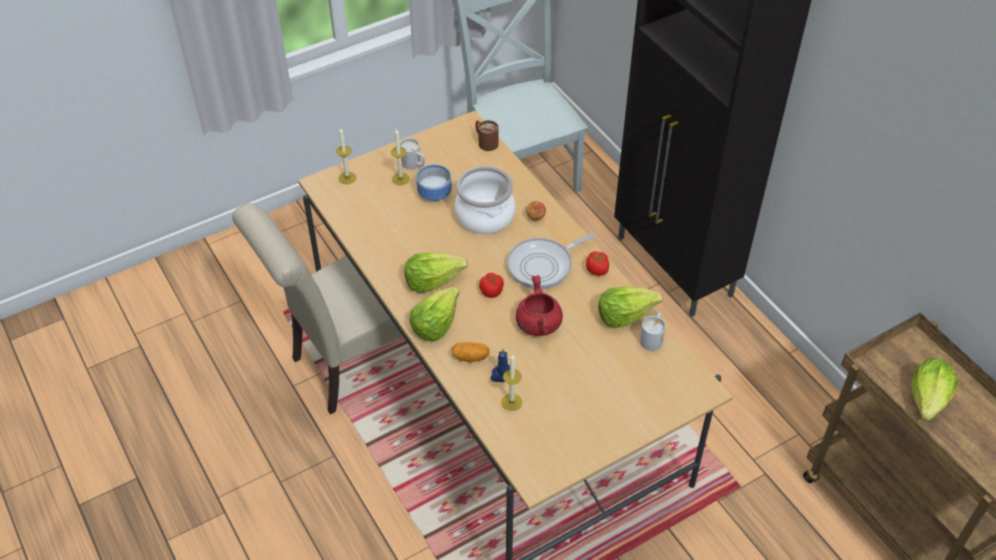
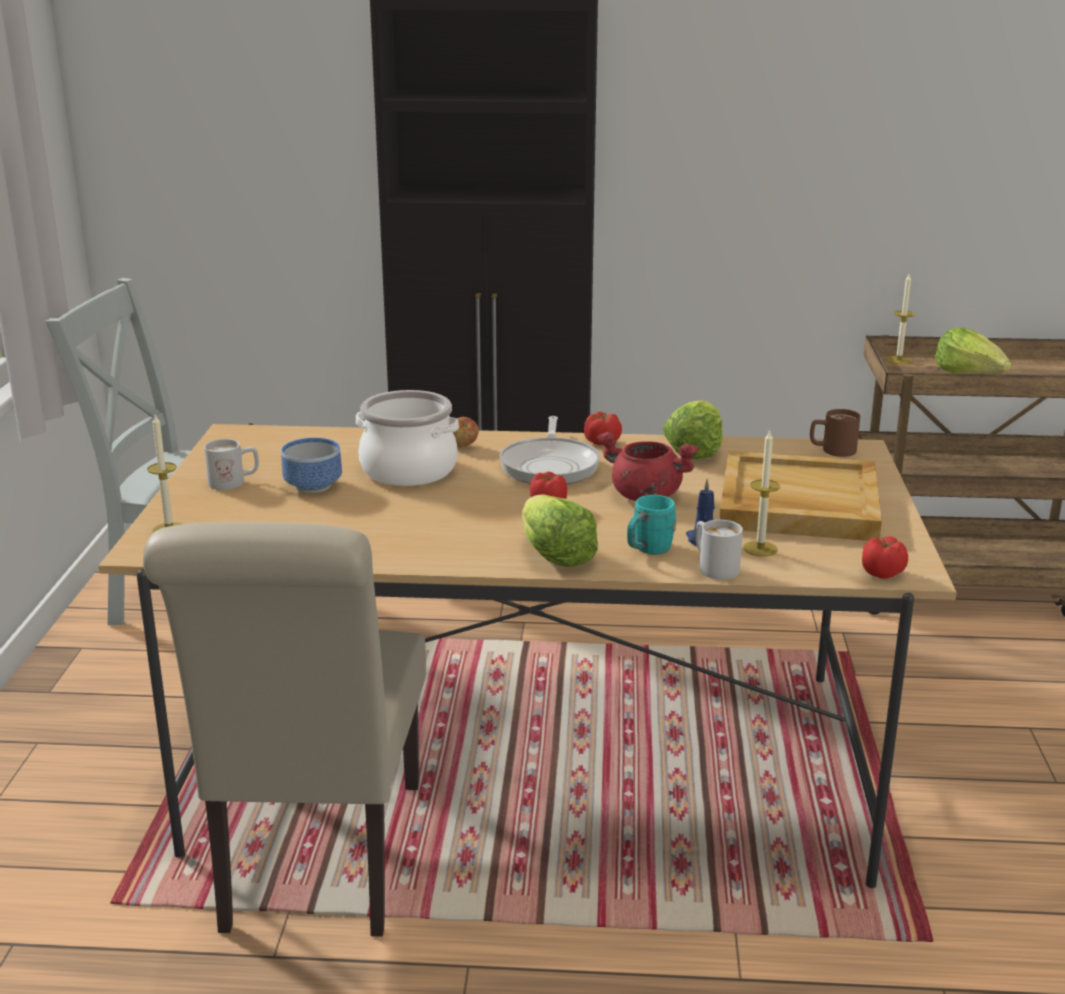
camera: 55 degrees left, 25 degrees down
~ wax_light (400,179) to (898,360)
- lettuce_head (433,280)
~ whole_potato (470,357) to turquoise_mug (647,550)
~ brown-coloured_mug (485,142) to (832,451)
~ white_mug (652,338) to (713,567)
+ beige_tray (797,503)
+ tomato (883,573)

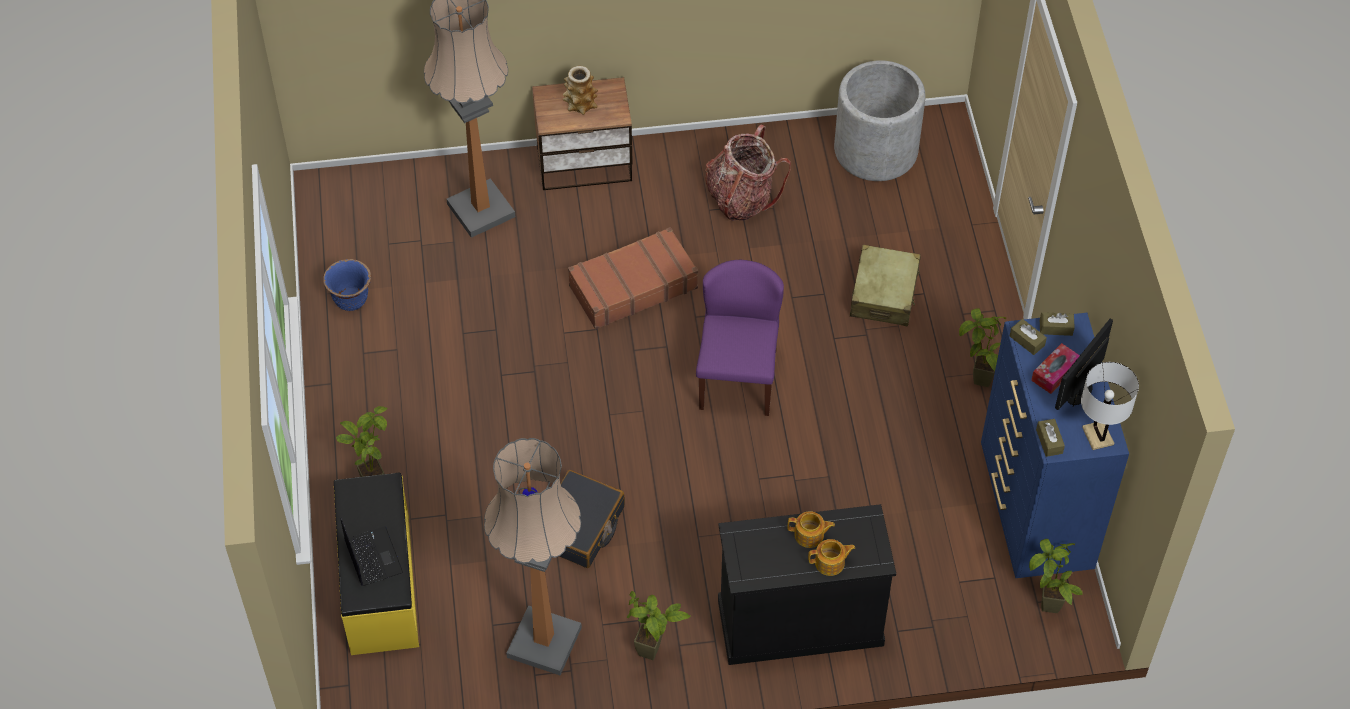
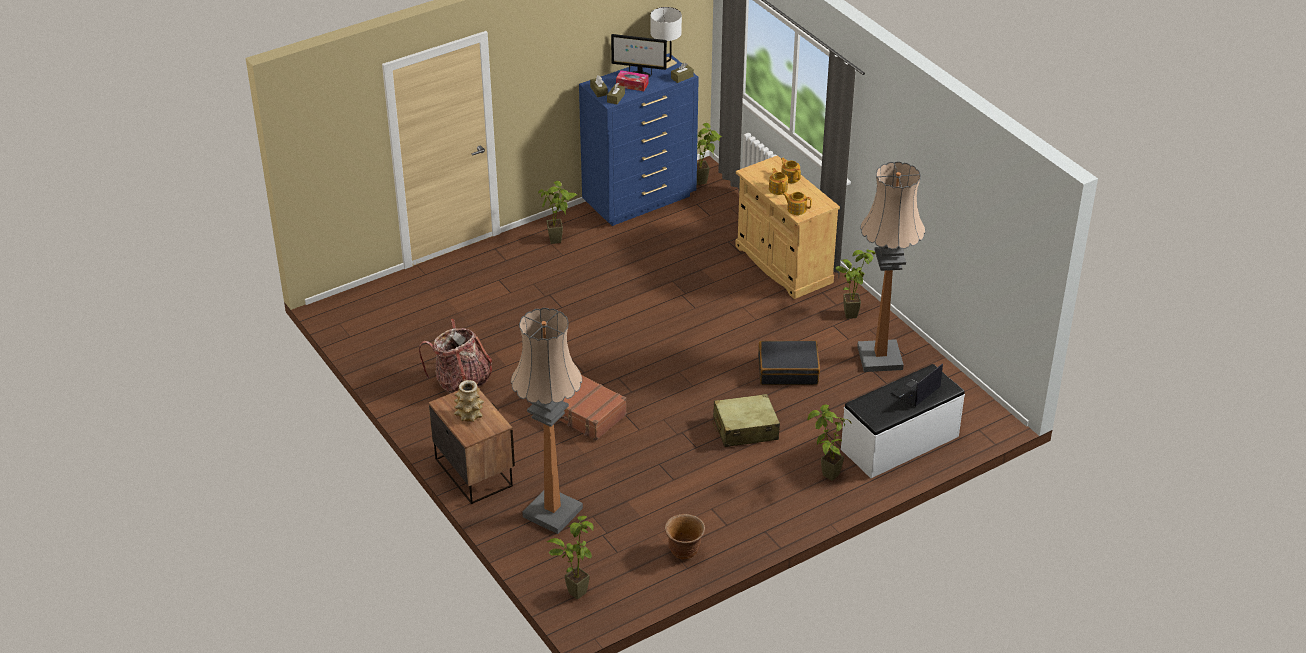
camera: 115 degrees left, 15 degrees down
~ blue_plant_pot (351,300) to brown-coloured_plant_pot (684,551)
~ yellow_long_seat (379,584) to white_long_seat (900,443)
- purple-coloured_upright_chair (737,378)
~ black_cupboard (800,622) to beige_cupboard (783,264)
- gray_plant_pot (876,150)
~ beige_piece_of_luggage (884,294) to (745,429)
+ potted_plant (574,588)
+ pot_for_tea (796,209)

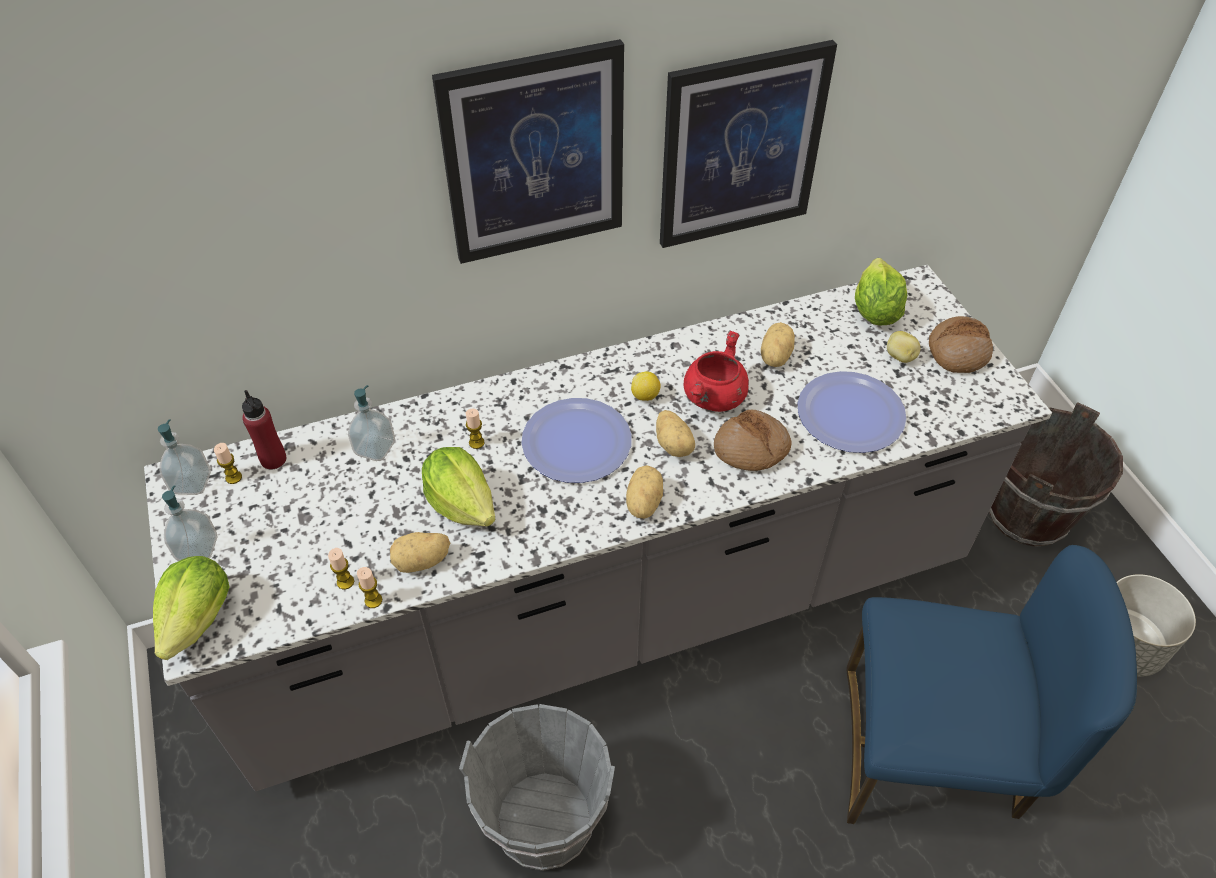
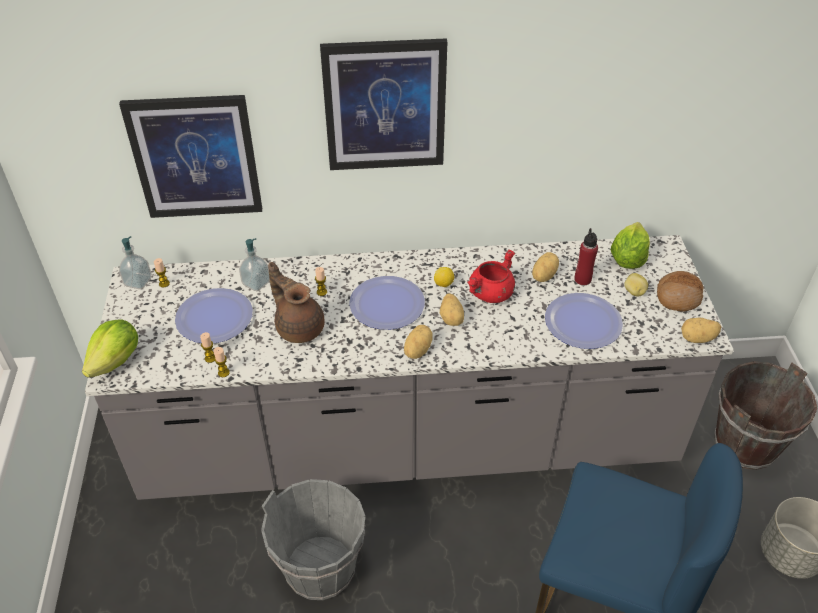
camera: 15 degrees right, 5 degrees down
- soap_bottle (197,548)
~ reddish_bottle (273,459) to (582,279)
~ whole_potato (422,562) to (697,339)
~ lettuce_head (461,503) to brown-coloured_pot_for_tea (299,327)
~ wall_art (741,147) to (195,157)
- bread (751,448)
+ flat_dish (214,317)

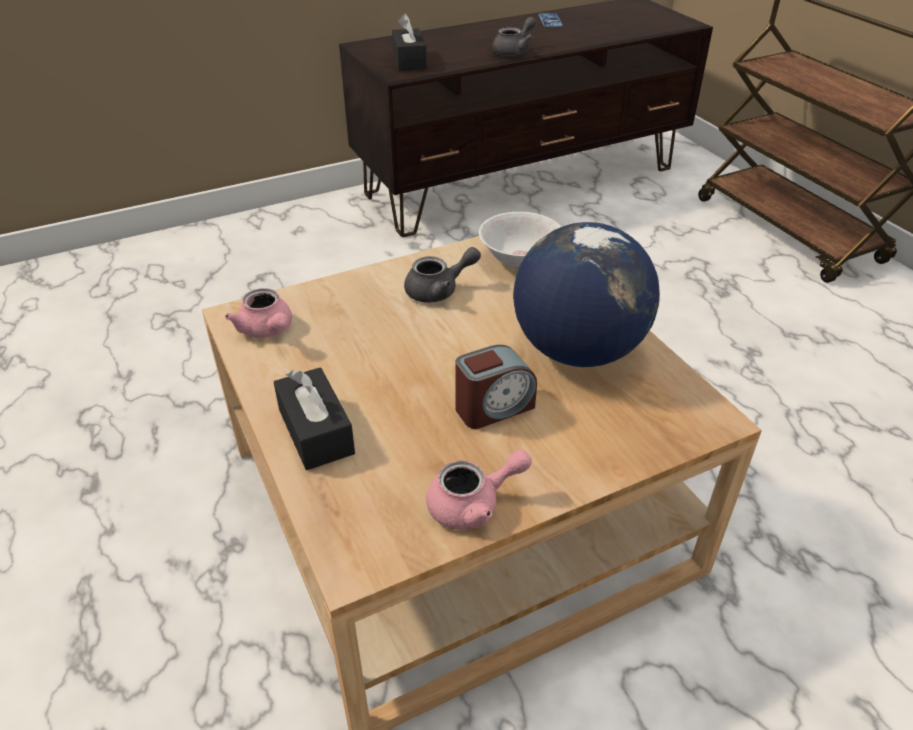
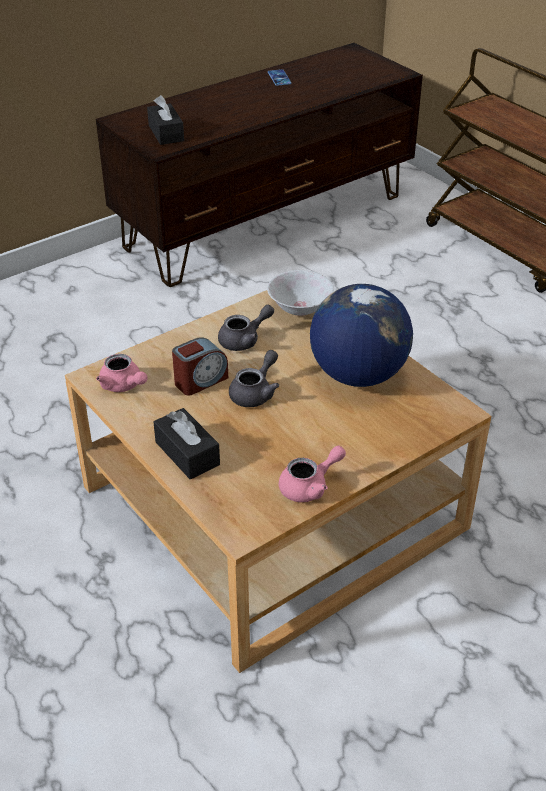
camera: 10 degrees left, 0 degrees up
~ alarm_clock (493,407) to (200,381)
~ gray_pot_for_tea (514,51) to (255,393)

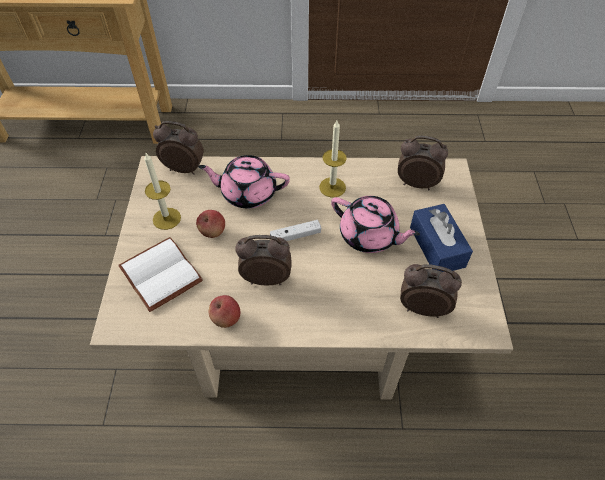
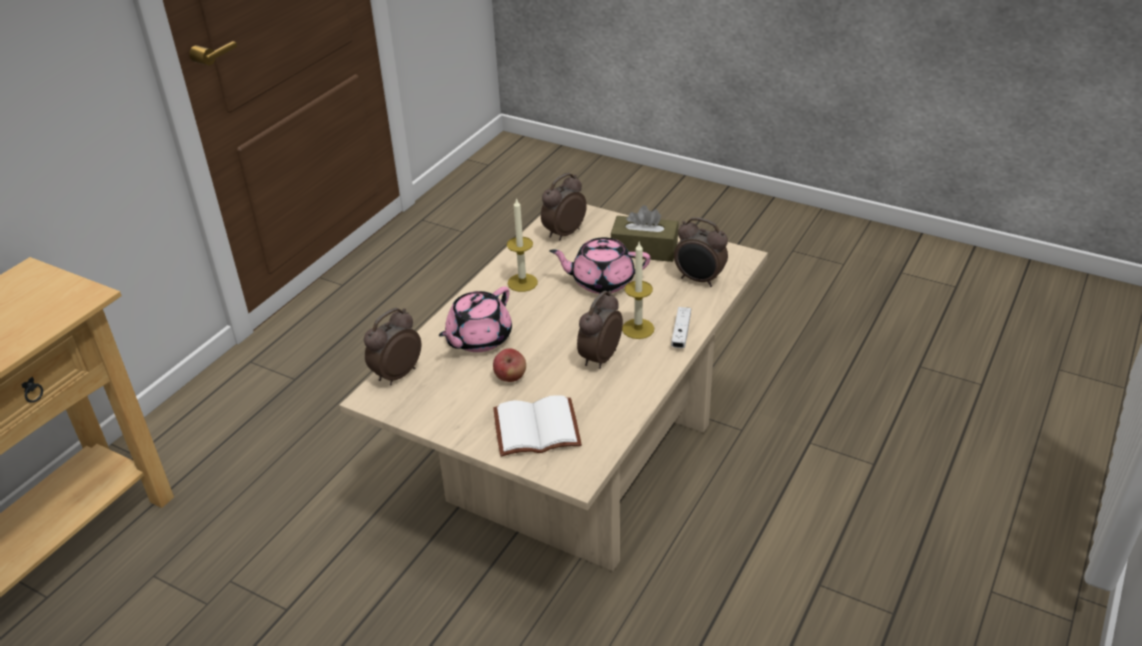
camera: 60 degrees left, 15 degrees down
~ wax_light (166,218) to (638,329)
- whole_apple (226,319)
~ white_gamepad (295,236) to (681,333)
~ pink-coloured_pot_for_tea (369,236) = (601,281) 150 degrees counterclockwise
~ alarm_clock (422,307) = (699,280) 105 degrees counterclockwise
~ blue_box_of_tissues (437,247) to brown-coloured_box_of_tissues (644,250)

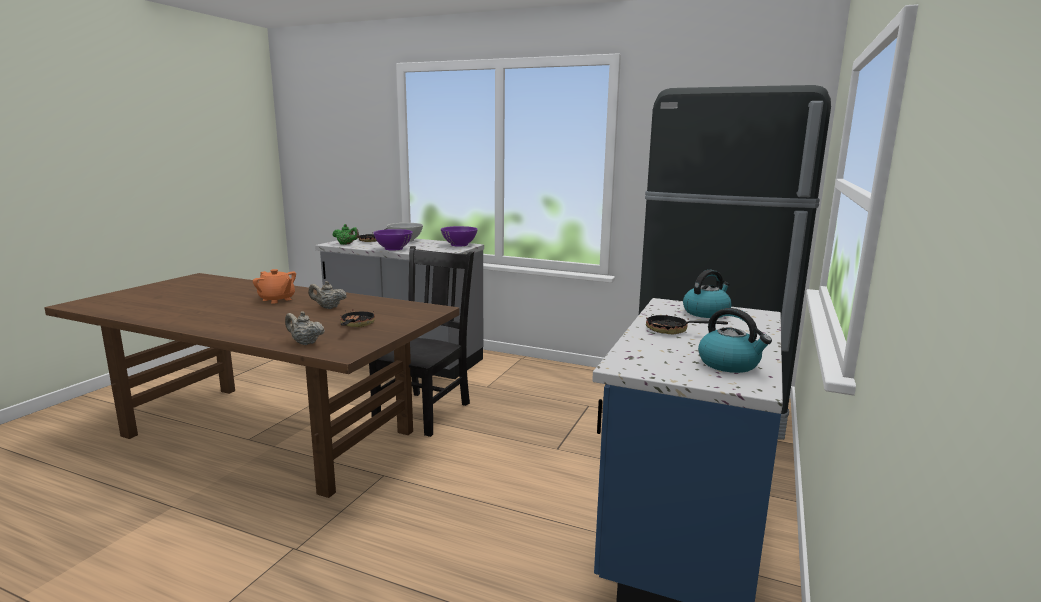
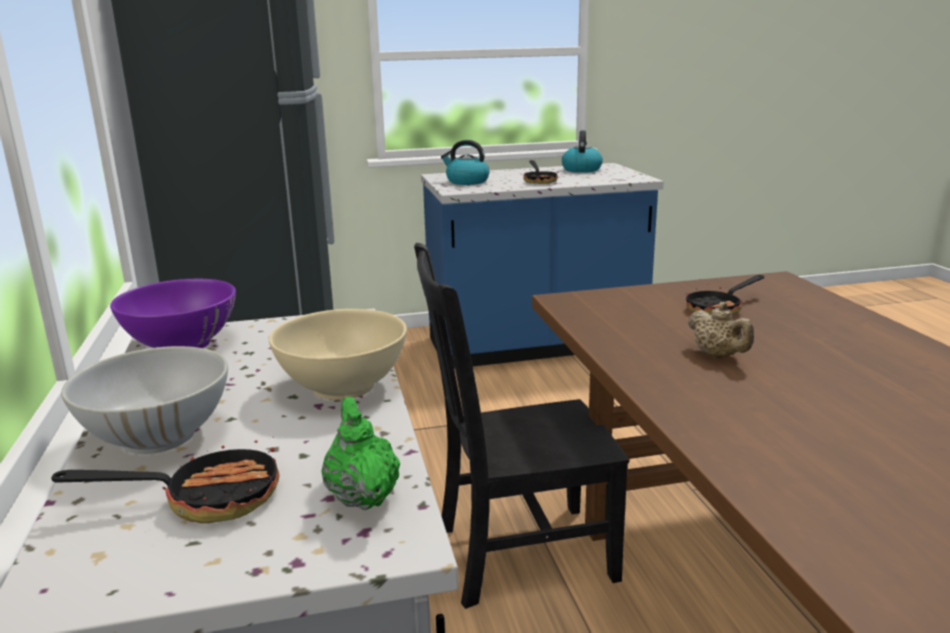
camera: 125 degrees left, 5 degrees up
- orangey_pot_for_tea (277,300)
- beige_pot_for_tea (305,343)
~ purple-coloured_bowl (393,248) to beige_bowl (343,387)

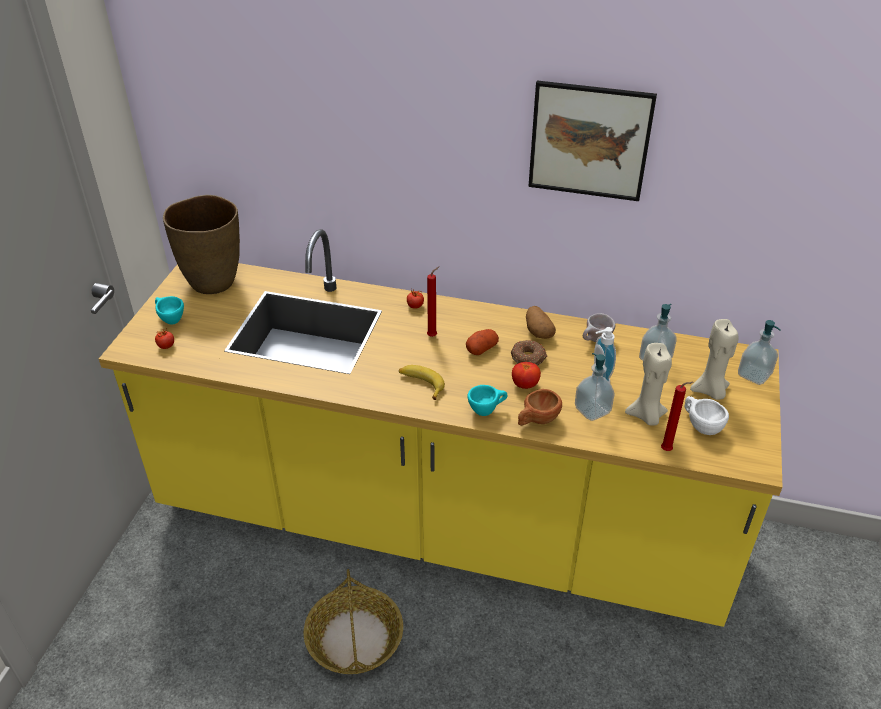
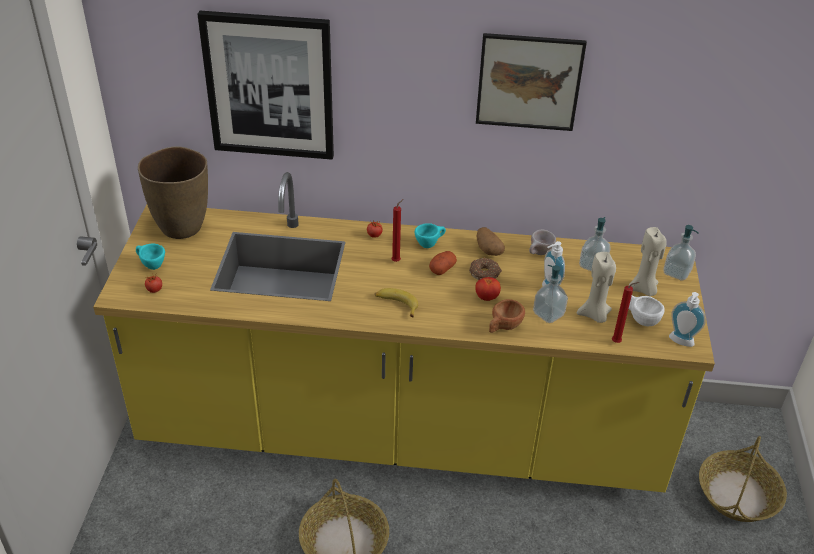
camera: 10 degrees left, 0 degrees up
~ turquoise_drinking_cup (487,410) to (429,244)
+ wall_art (269,86)
+ soap_bottle (680,342)
+ household_basket (738,495)

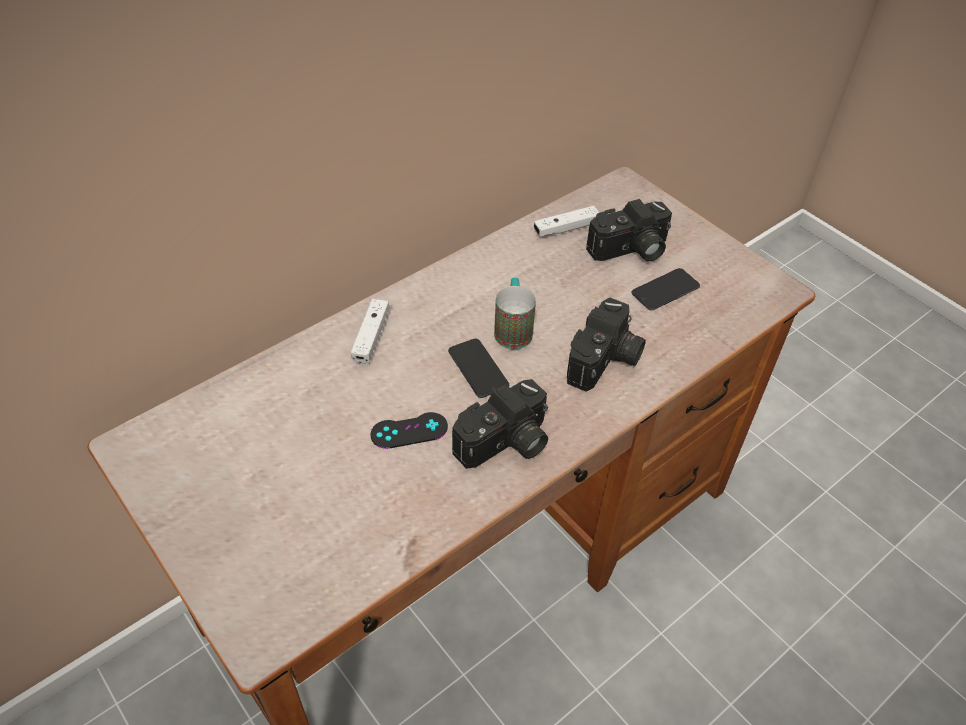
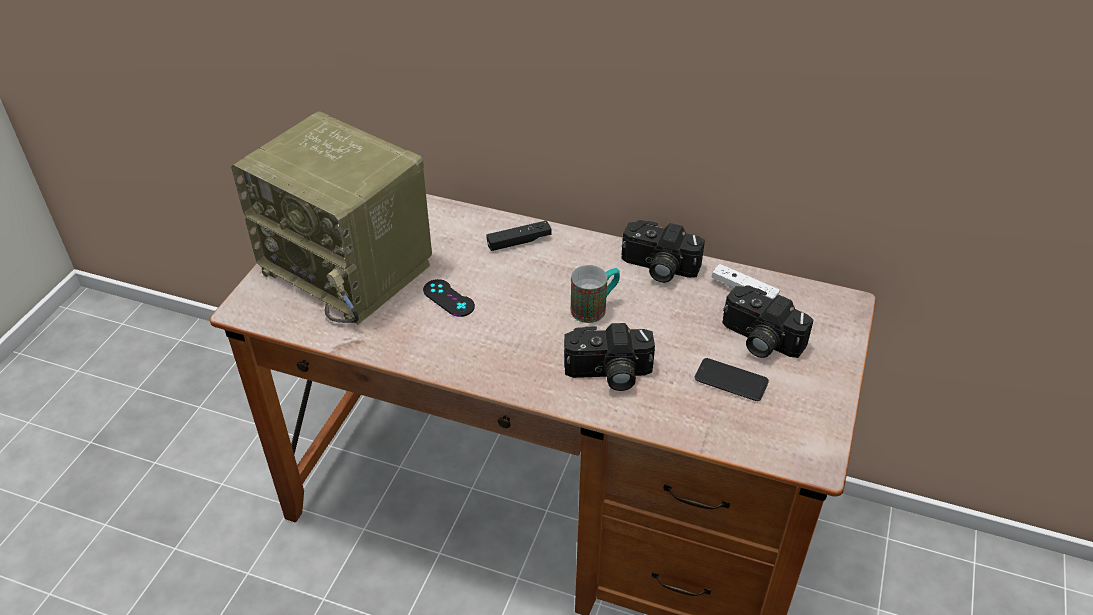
camera: 60 degrees right, 5 degrees down
~ white_gamepad (371,337) to black_gamepad (519,241)
- phone (478,369)
~ photo_camera (506,444) to (658,268)
+ radio_set (350,268)

